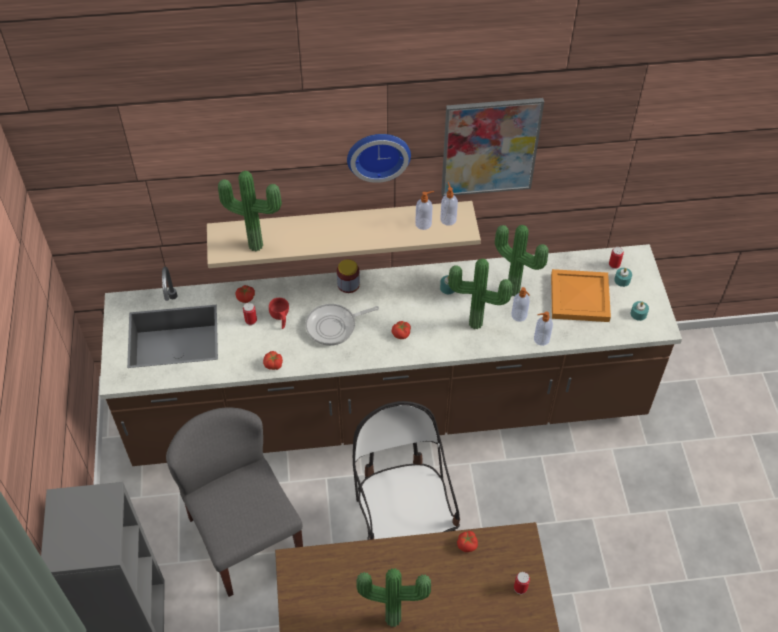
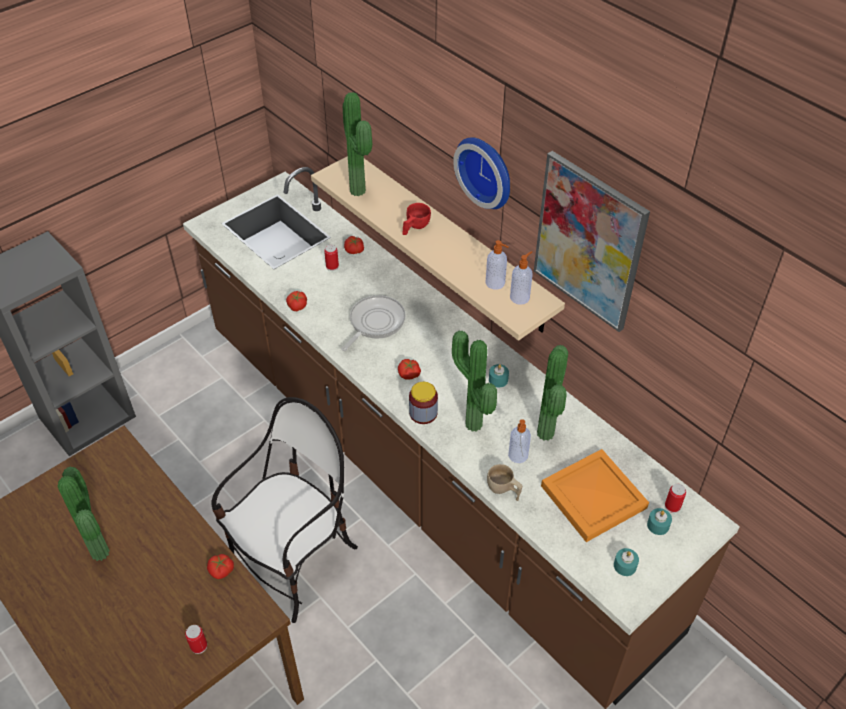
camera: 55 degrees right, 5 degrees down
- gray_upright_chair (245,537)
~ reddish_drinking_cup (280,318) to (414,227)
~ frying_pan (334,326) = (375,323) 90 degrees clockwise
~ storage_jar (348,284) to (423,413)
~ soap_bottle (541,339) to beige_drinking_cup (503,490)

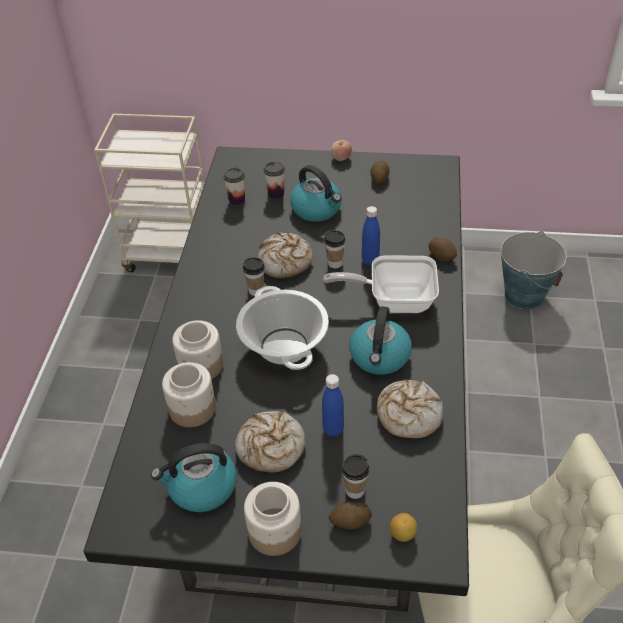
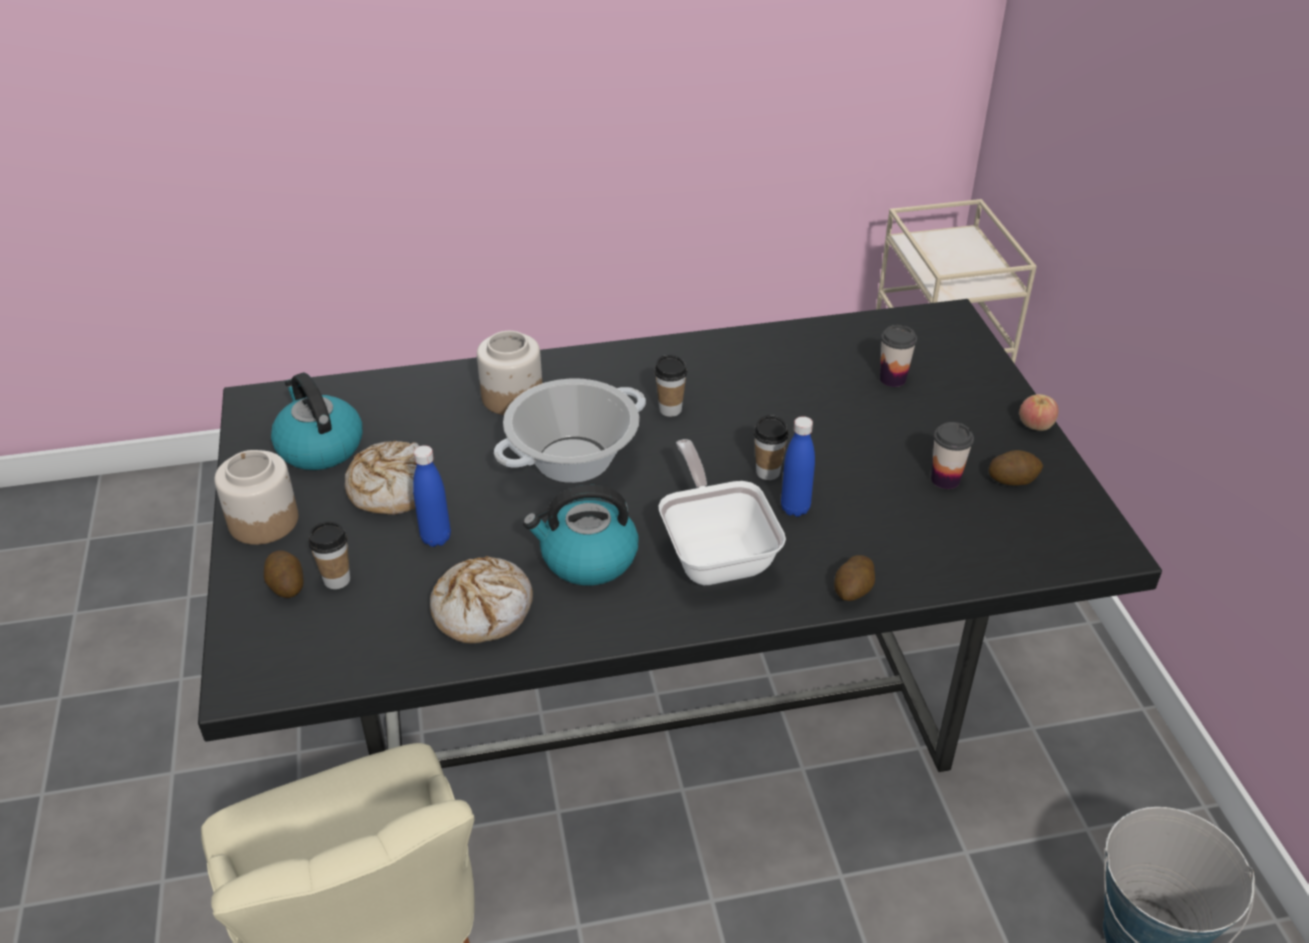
camera: 70 degrees right, 5 degrees down
- storage_jar (193,408)
~ drinking_cup (237,200) to (945,479)
- bread (285,262)
- water_kettle (317,209)
- citrus_fruit (403,534)

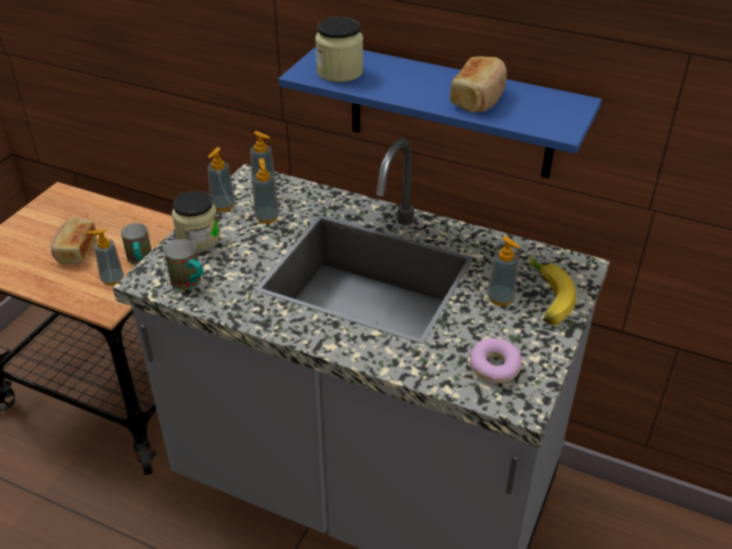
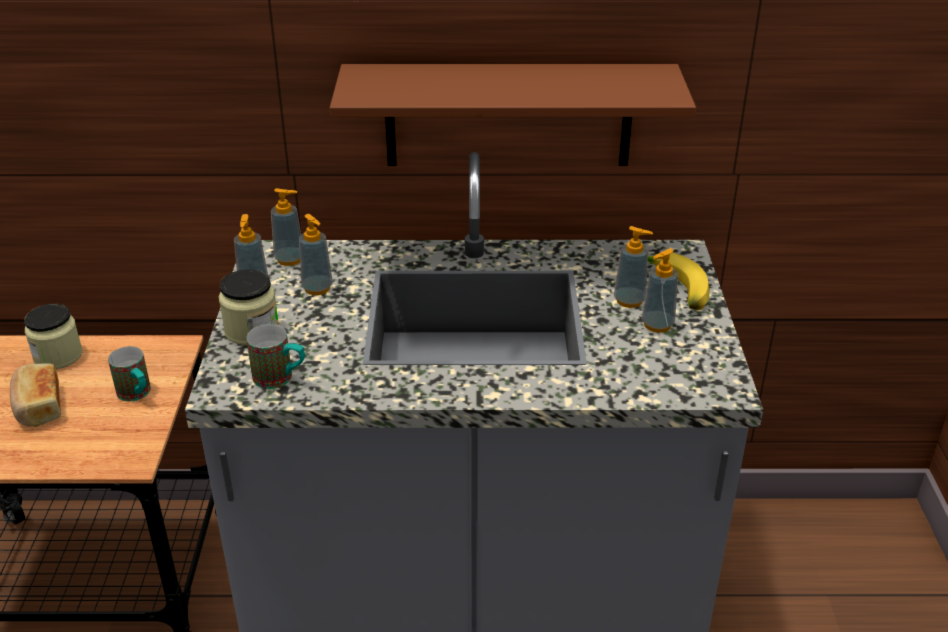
camera: 25 degrees left, 5 degrees down
~ soap_bottle (112,279) to (657,325)
~ blue_bracket_shelf (450,111) to brown-coloured_bracket_shelf (508,115)
~ storage_jar (339,72) to (58,356)
- bread (479,98)
- ring_doughnut (494,367)

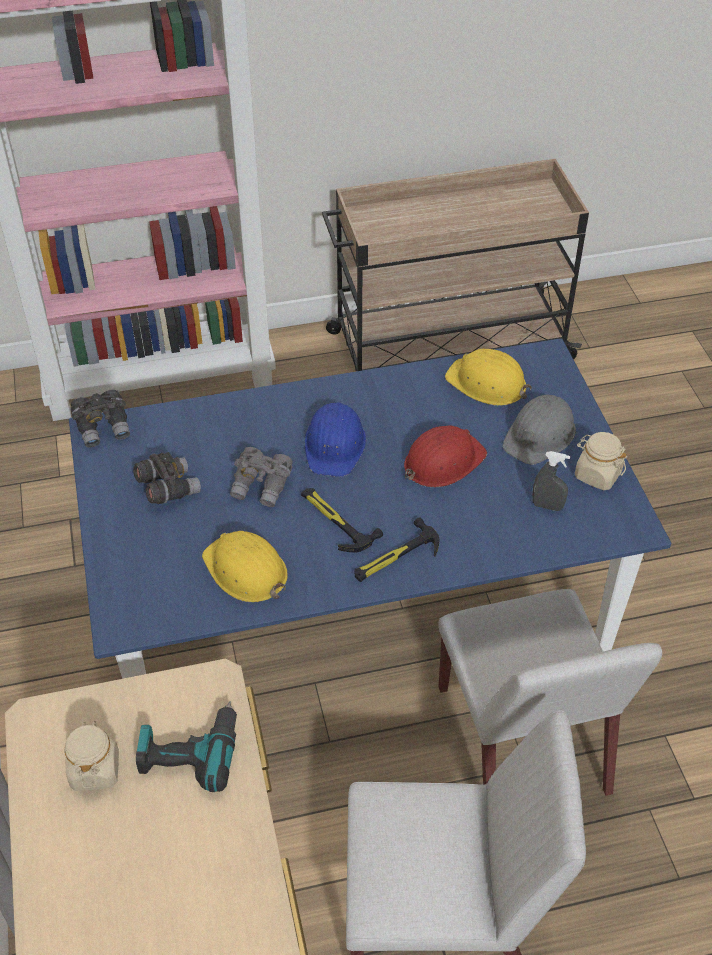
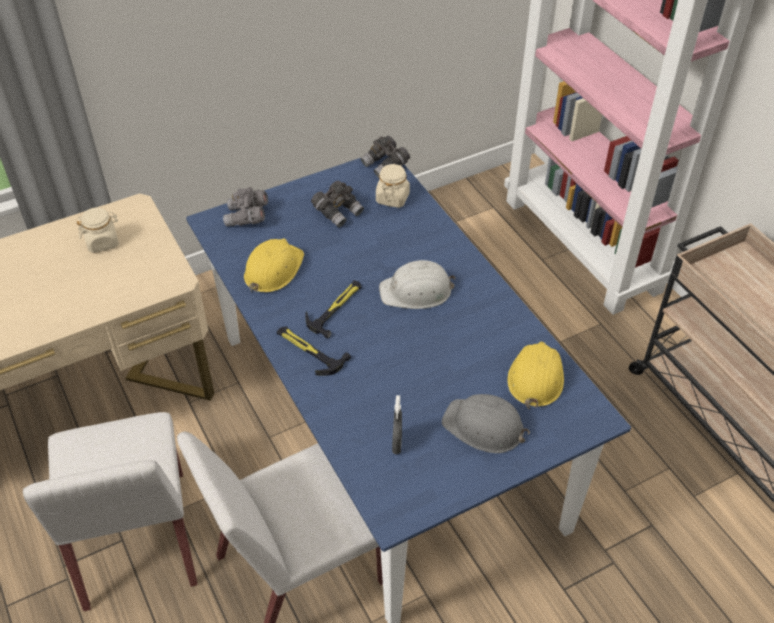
camera: 75 degrees right, 0 degrees up
- drill (190,752)
~ gray_field_glasses (262,486) to (247,217)
~ blue_hard_hat (335,445) to white_hard_hat (416,291)
- reddish_hard_hat (443,461)
~ beige_storage_jar (597,475) to (392,198)

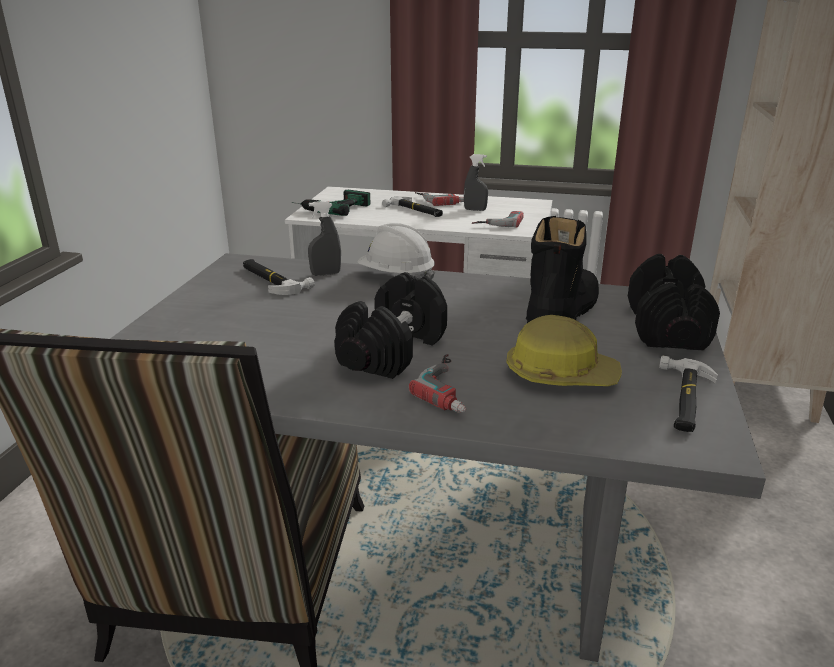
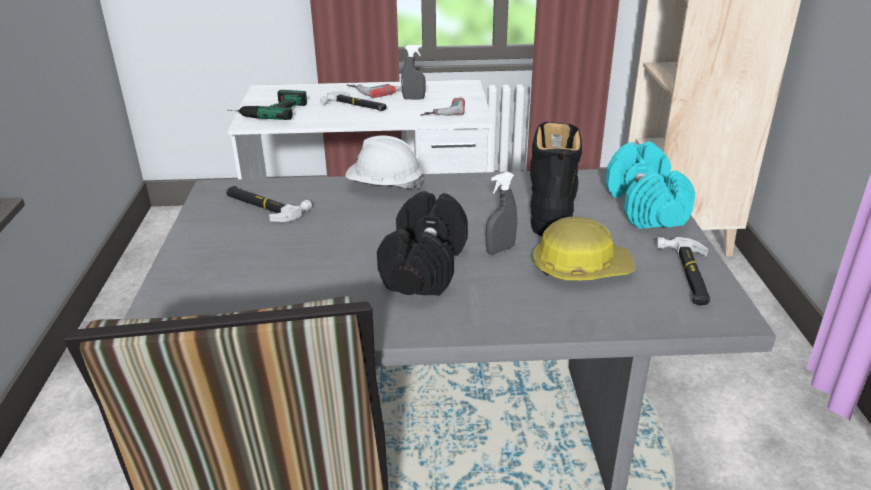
camera: 15 degrees left, 5 degrees up
~ gray_spray_bottle (325,274) to (500,250)
- drill (453,388)
~ black_dumbbell (666,327) to turquoise_dumbbell (644,207)

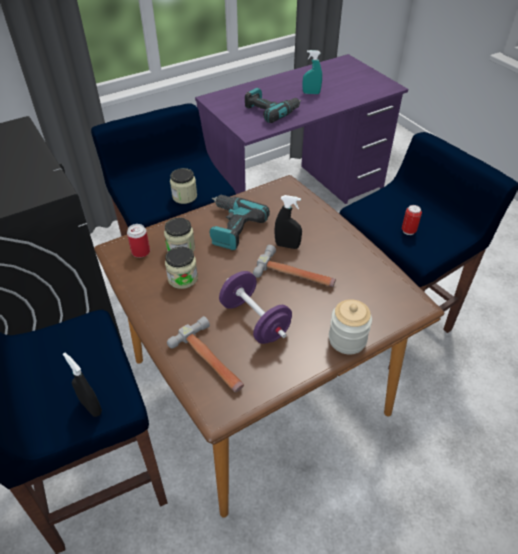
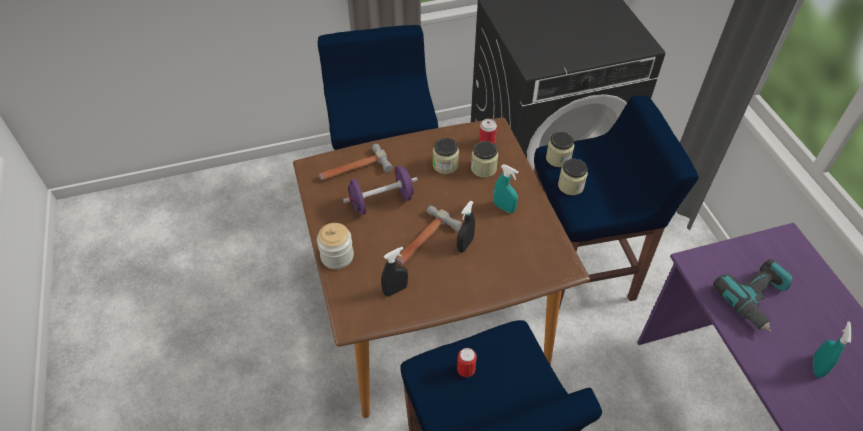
camera: 105 degrees right, 5 degrees up
~ black_spray_bottle (91,407) to (395,290)
~ drill (231,227) to turquoise_spray_bottle (504,207)
+ storage_jar (558,158)

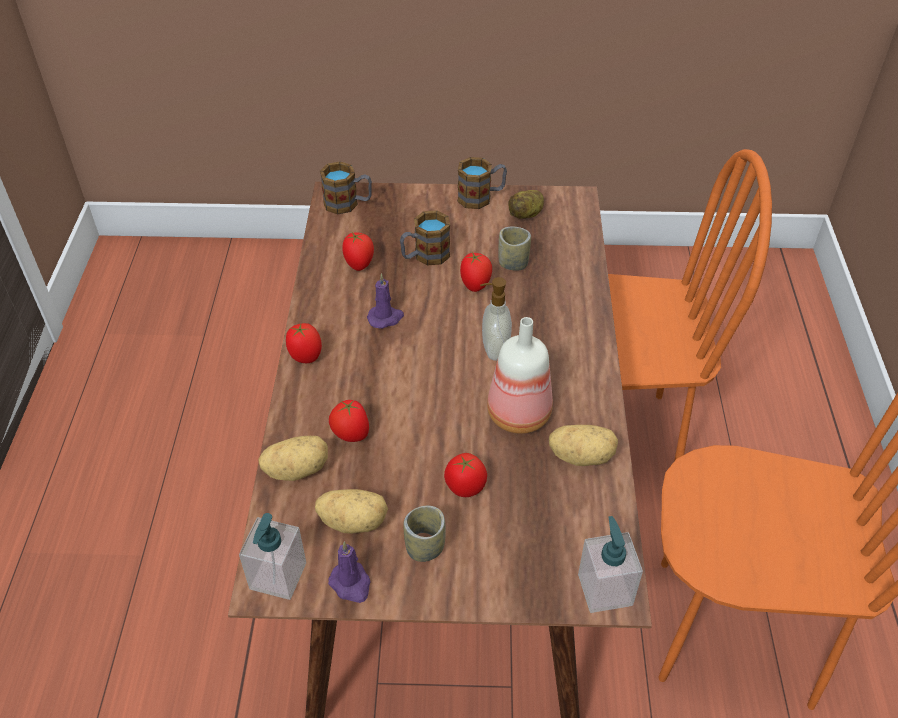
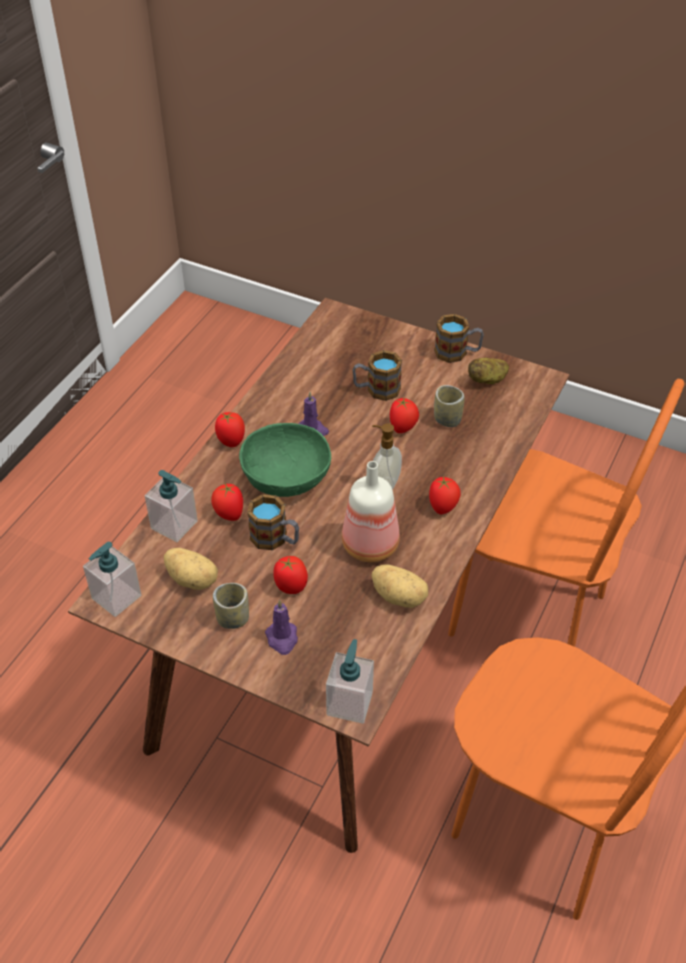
camera: 25 degrees right, 0 degrees up
~ whole_potato (297,469) to soap_bottle (174,525)
~ mug (348,203) to (275,539)
~ purple-coloured_wax_light (351,584) to (282,639)
~ tomato (359,264) to (443,507)
+ green-coloured_bowl (286,479)

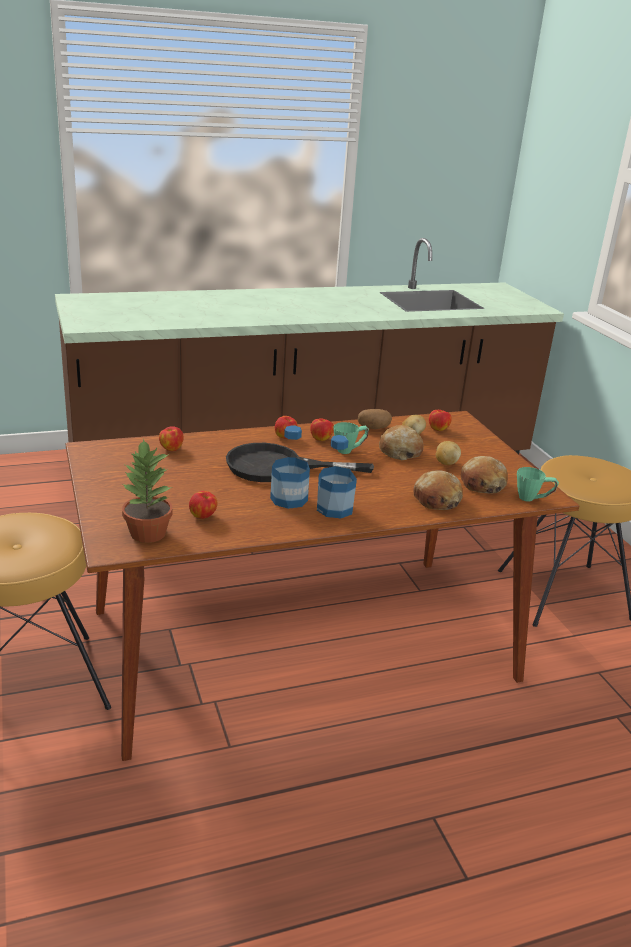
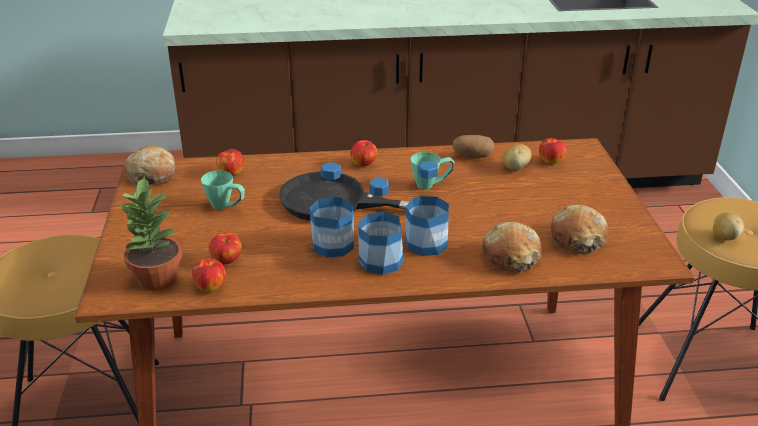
camera: 15 degrees right, 5 degrees up
~ whole_apple (321,439) to (211,287)
~ bread (400,451) to (152,175)
~ whole_potato (445,463) to (724,237)
~ green-coloured_mug (533,499) to (226,207)
+ bottle (426,243)

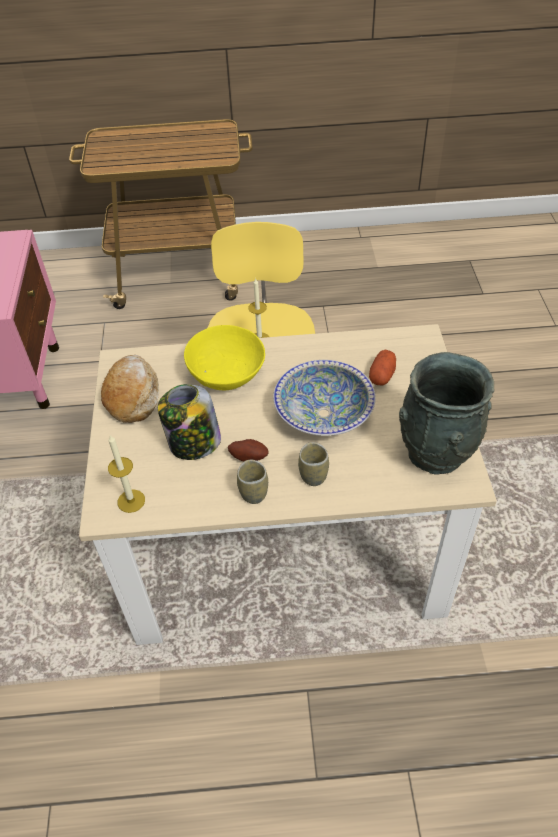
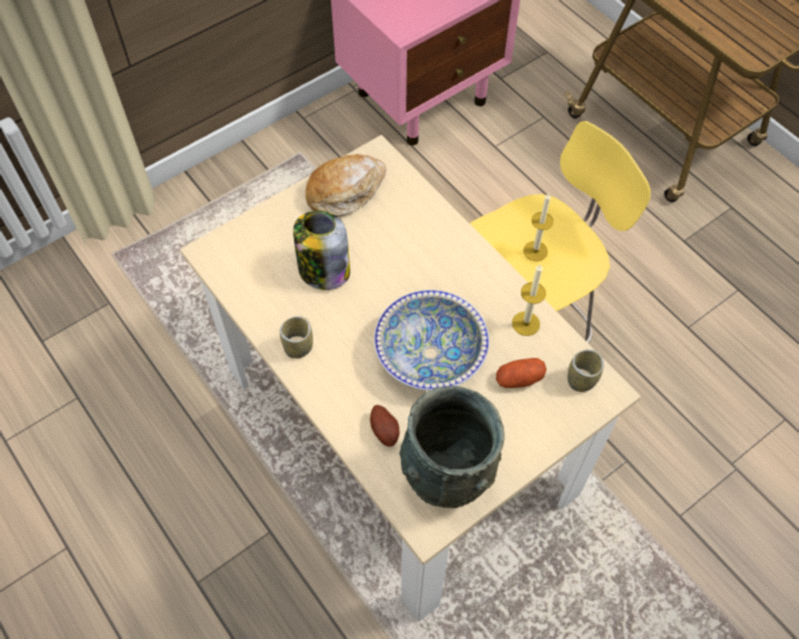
camera: 55 degrees right, 10 degrees up
~ wax_light (131,501) to (526,323)
- yellow_bowl (227,374)
~ whole_potato (249,456) to (385,430)
~ drinking_cup (313,475) to (581,380)

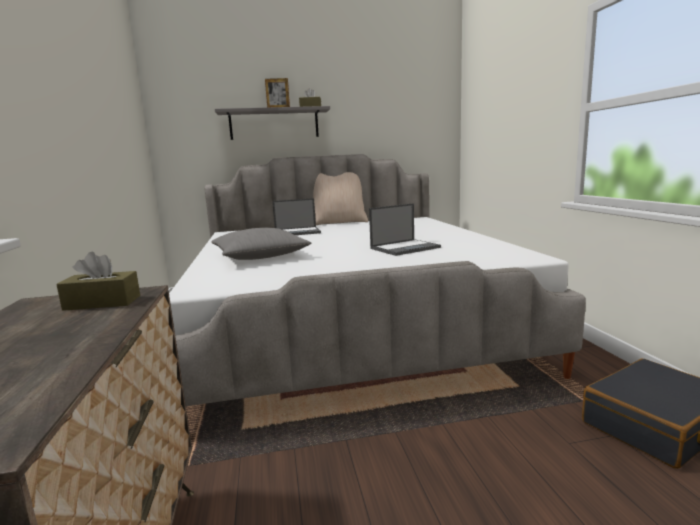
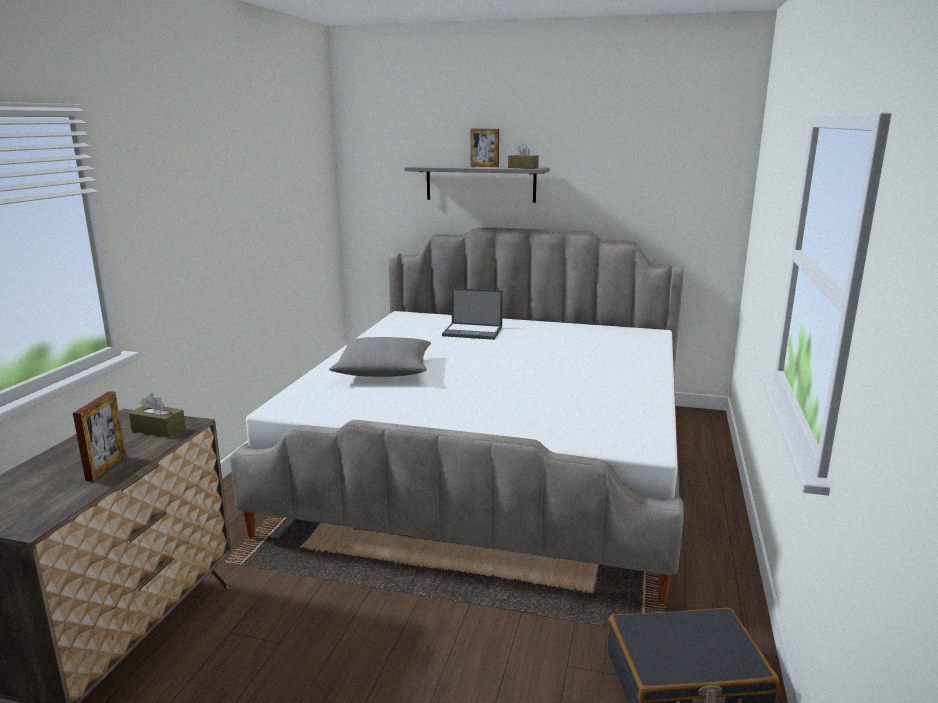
camera: 25 degrees right, 5 degrees up
- beige_pillow (339,222)
- laptop (405,248)
+ standing_frame (106,467)

